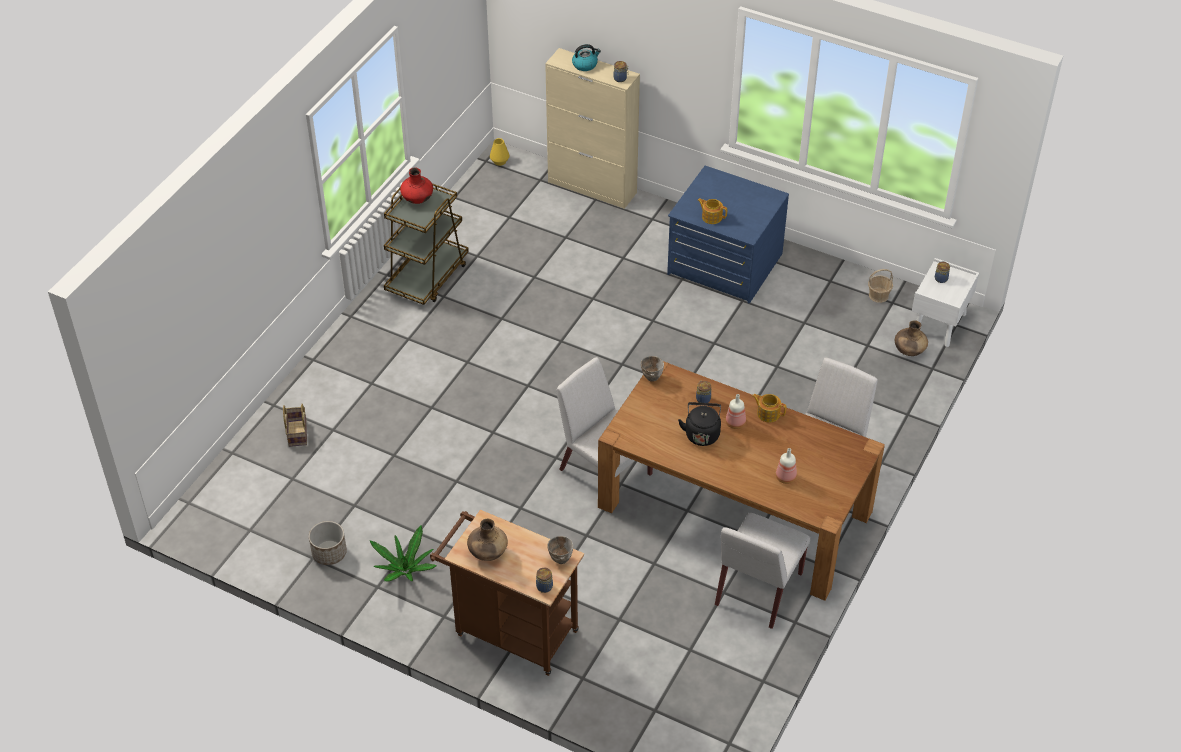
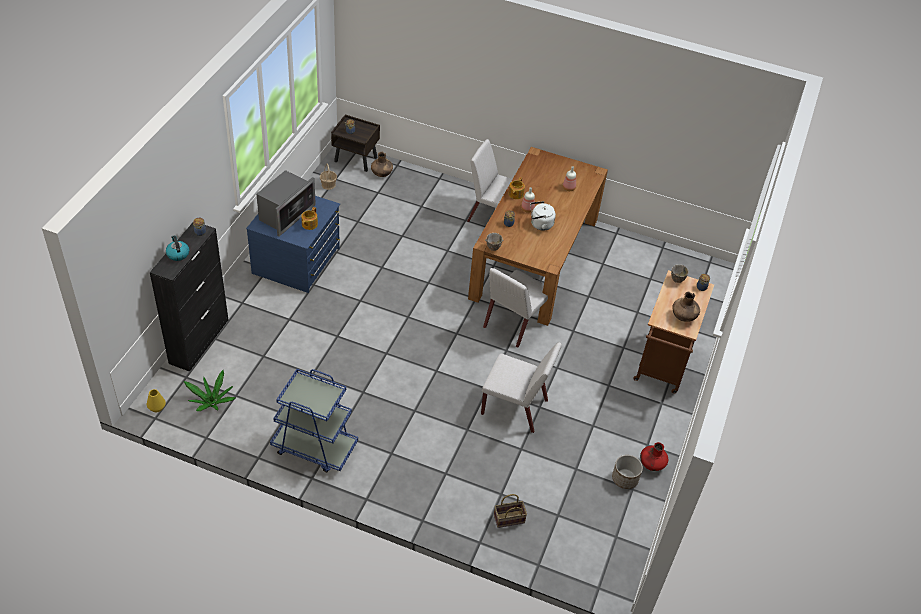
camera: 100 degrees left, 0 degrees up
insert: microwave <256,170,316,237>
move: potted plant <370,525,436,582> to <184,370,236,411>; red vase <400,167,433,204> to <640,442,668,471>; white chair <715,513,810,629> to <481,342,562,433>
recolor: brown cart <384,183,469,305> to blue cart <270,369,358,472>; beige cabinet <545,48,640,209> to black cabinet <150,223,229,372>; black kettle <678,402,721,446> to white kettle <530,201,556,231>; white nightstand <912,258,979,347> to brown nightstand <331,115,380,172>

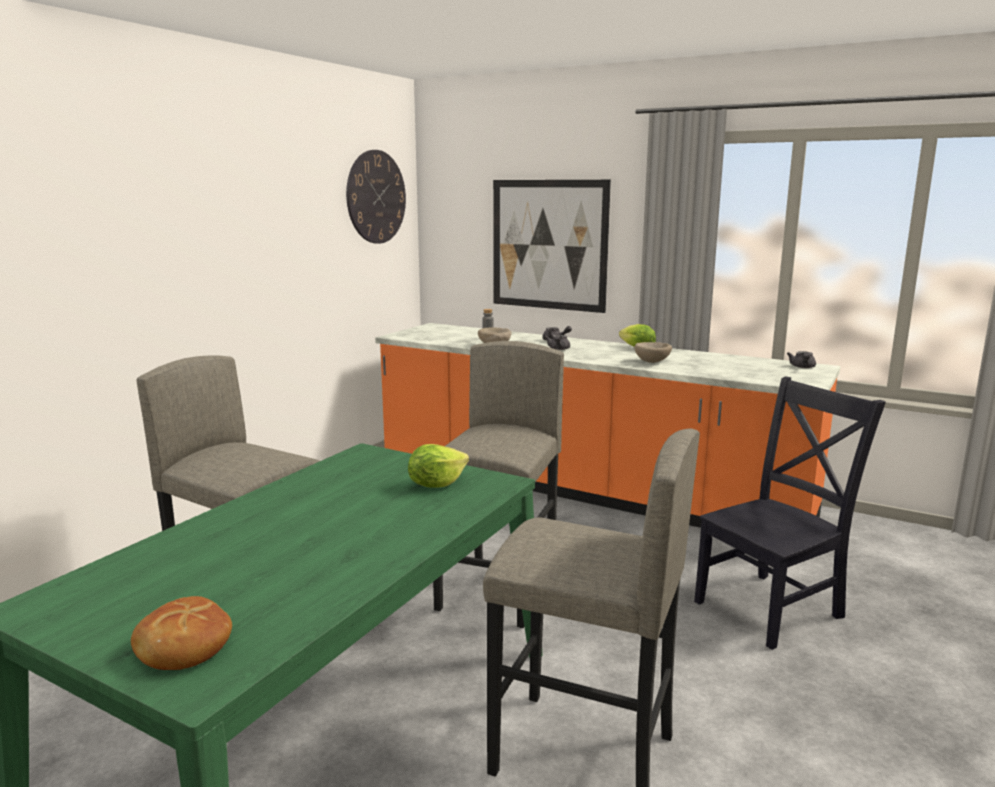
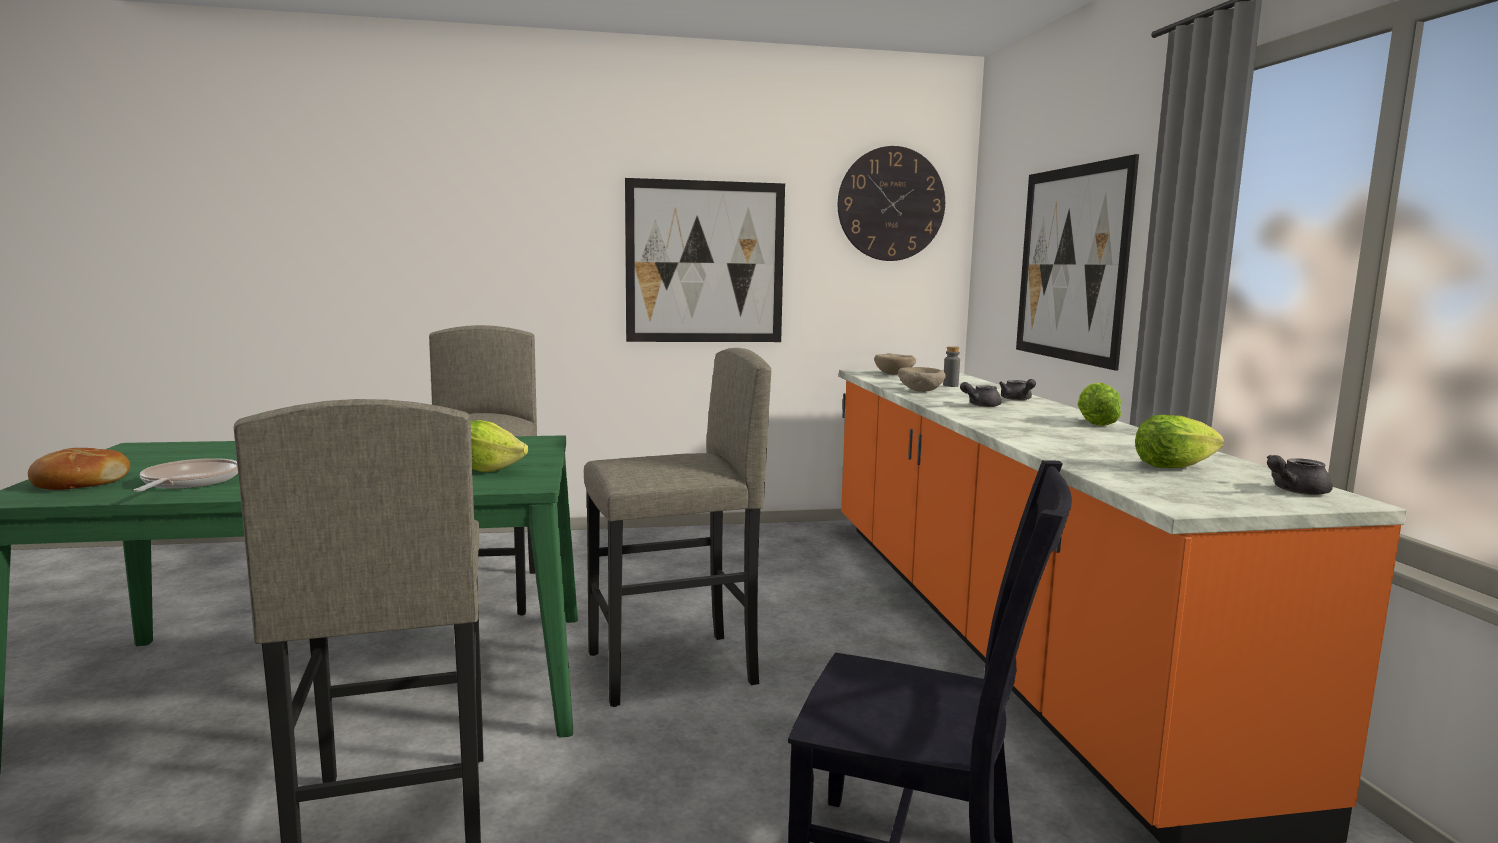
camera: 50 degrees right, 5 degrees down
insert: frying pan <134,458,238,492>; picture <625,178,785,342>; lettuce <1135,415,1224,468>
move: beige bowl <634,342,672,363> to <874,353,916,375>

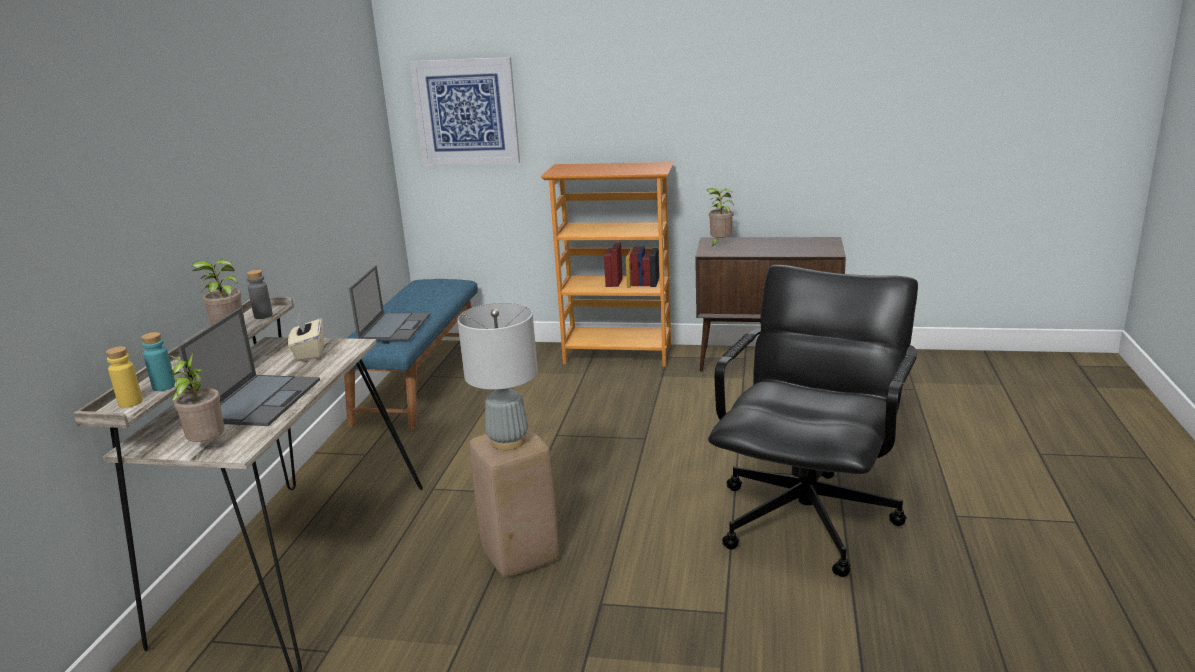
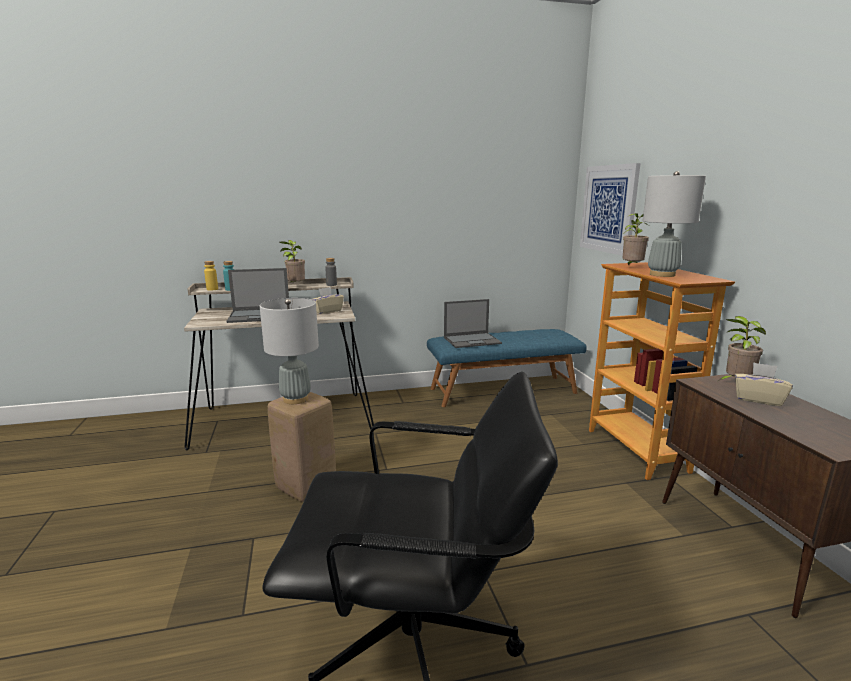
camera: 65 degrees right, 5 degrees down
insert: grey table lamp <643,171,706,277>; beige tissue box <735,362,793,406>
move: potted plant <171,351,225,442> to <622,213,649,265>

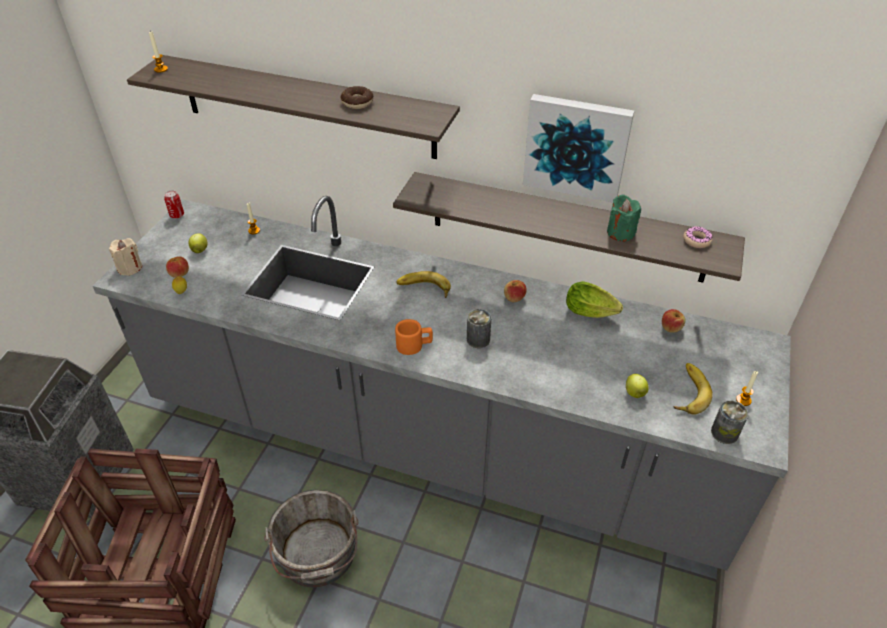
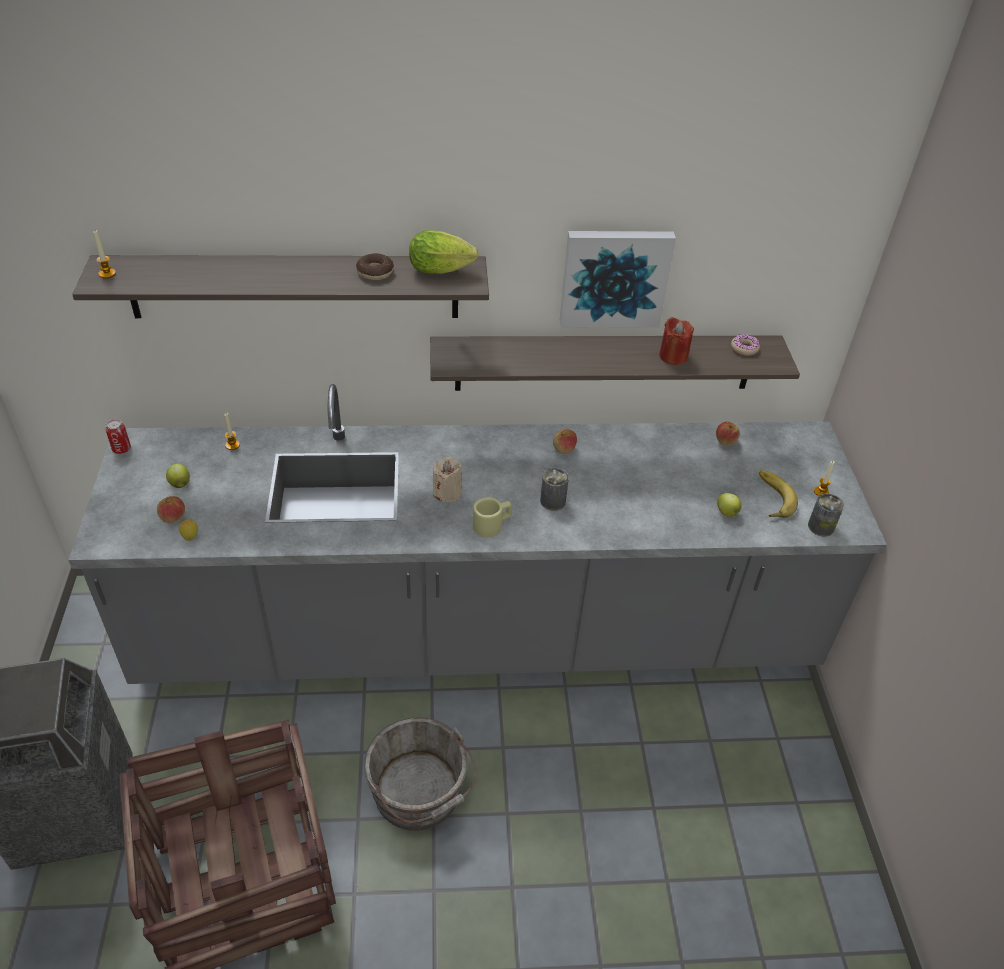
camera: 25 degrees left, 0 degrees up
delete: banana <396,271,451,298>
move: beige candle <109,238,142,276> to <433,457,462,502>; lettuce <566,281,623,318> to <409,230,479,274>
recolor: orange mug <395,319,433,355> to beige mug <473,497,512,537>; green candle <607,194,641,241> to red candle <659,317,694,365>

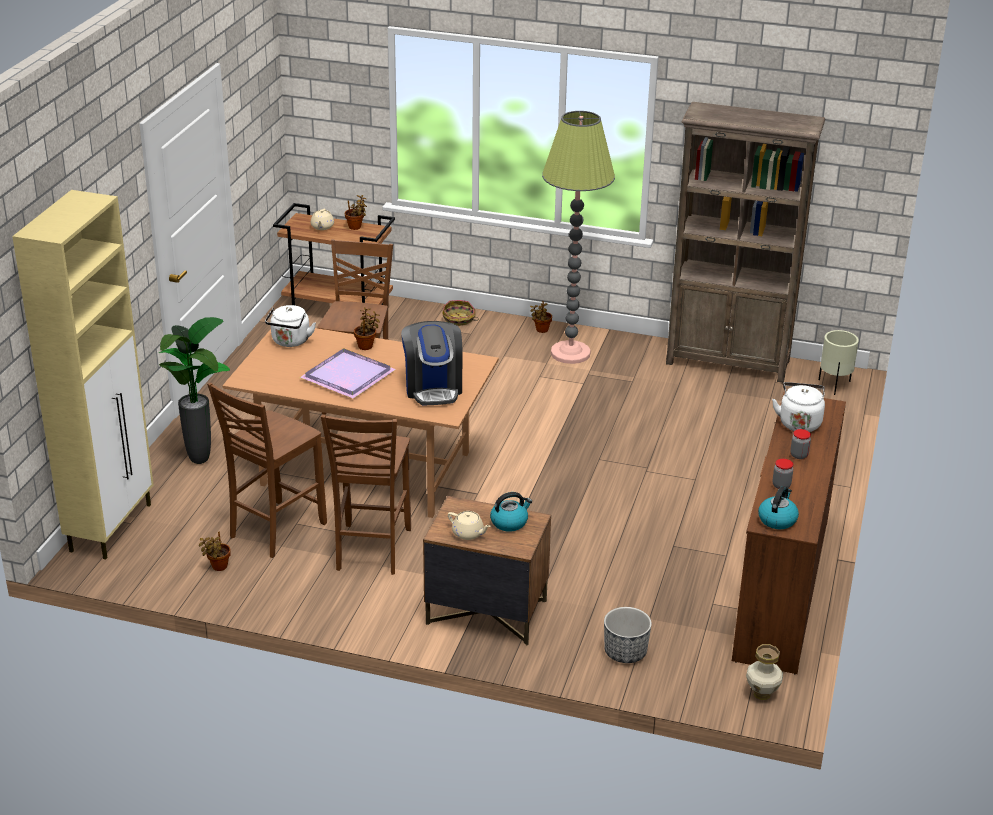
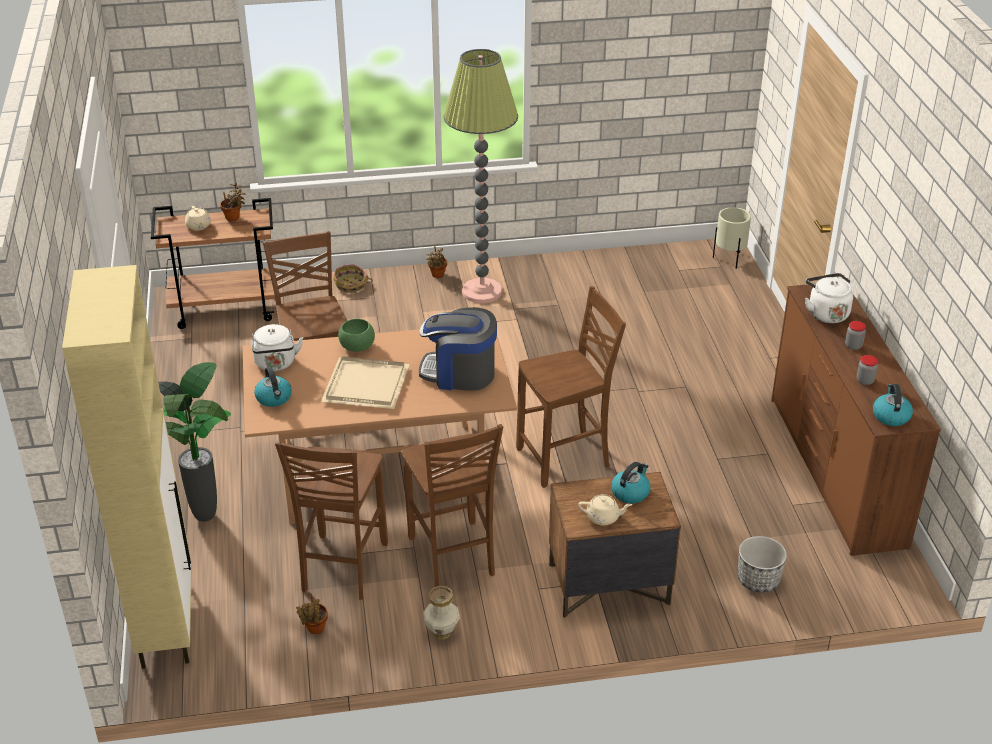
camera: 25 degrees left, 5 degrees up
delete: brown bookcase <666,102,825,383>
insert: kettle <254,367,292,407>; brown chair <516,286,626,488>
move: vase <746,644,783,700> to <423,586,460,640>
replace: potted plant <354,307,380,350> to green bowl <338,318,375,352>
recolor: purple tray <300,348,396,399> to beige tray <321,357,410,409>
rotate: coffee machine <401,321,462,406> = <419,307,497,391> 135 degrees clockwise

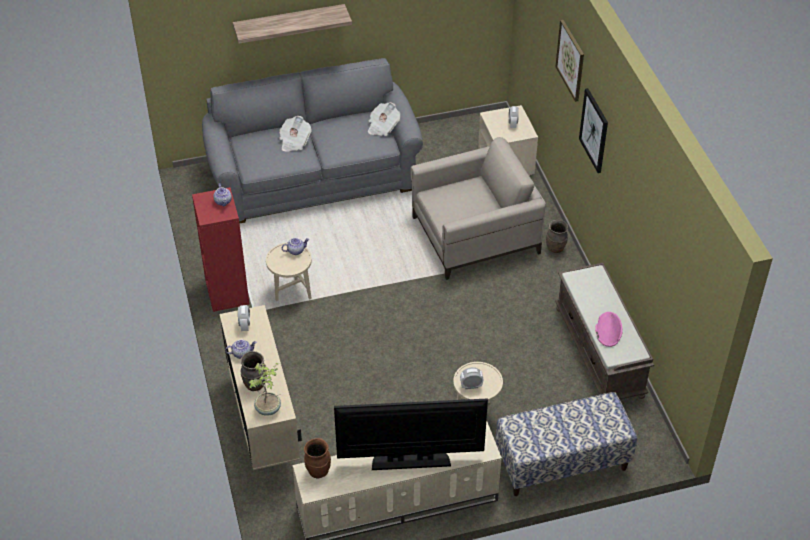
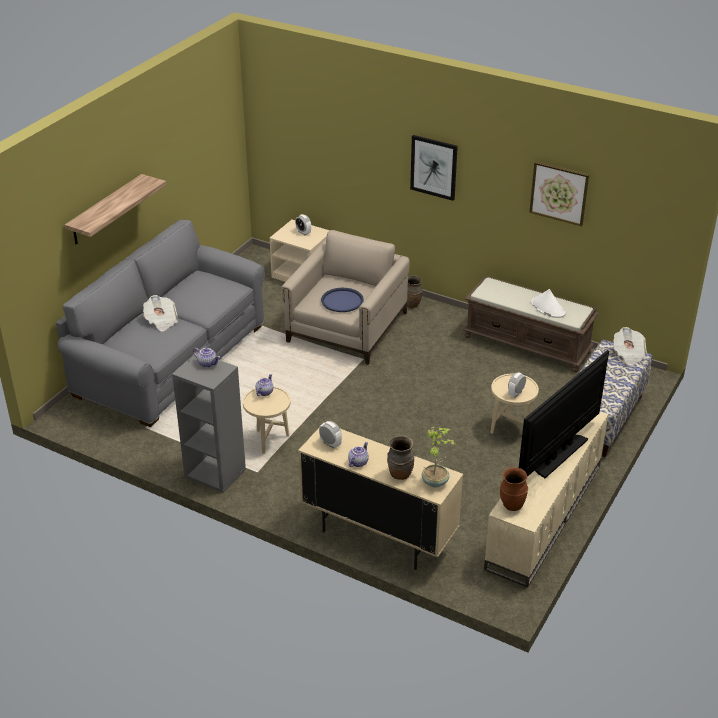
camera: 45 degrees left, 10 degrees down
insert: blue tray <321,288,364,312>
move: newspaper <368,102,400,136> to <613,327,647,366>; picture <555,20,584,102> to <529,162,589,226>
recolor: red bookcase <192,187,249,312> to grey bookcase <172,352,246,493>; pink hat <595,312,623,347> to white hat <531,289,565,318>

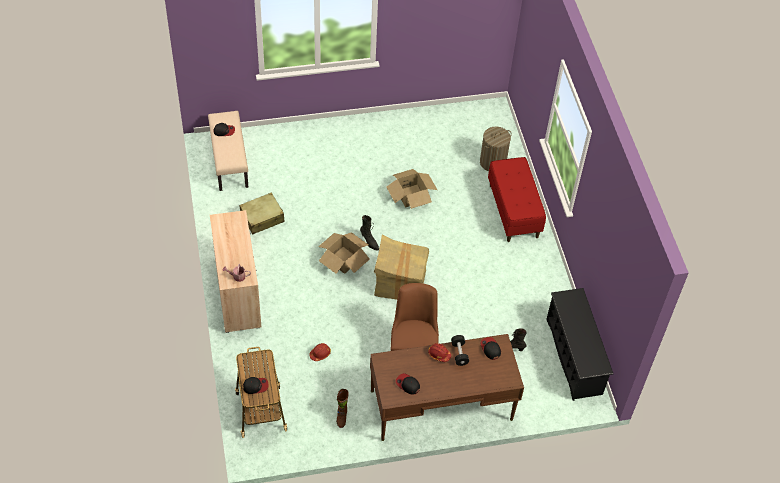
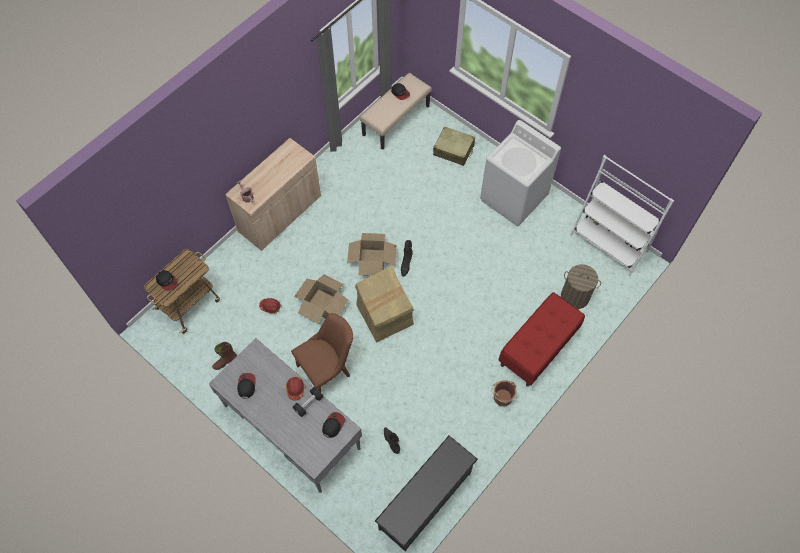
camera: 55 degrees right, 10 degrees up
insert: white washing machine <480,120,561,226>; brown bucket <491,380,517,407>; white bookcase <570,155,674,276>
move: beige suitcase <239,192,285,235> to <433,127,475,166>; cardboard box <386,169,437,209> to <294,274,348,324>
recolor: brown desk <370,334,524,441> to grey desk <209,338,362,493>

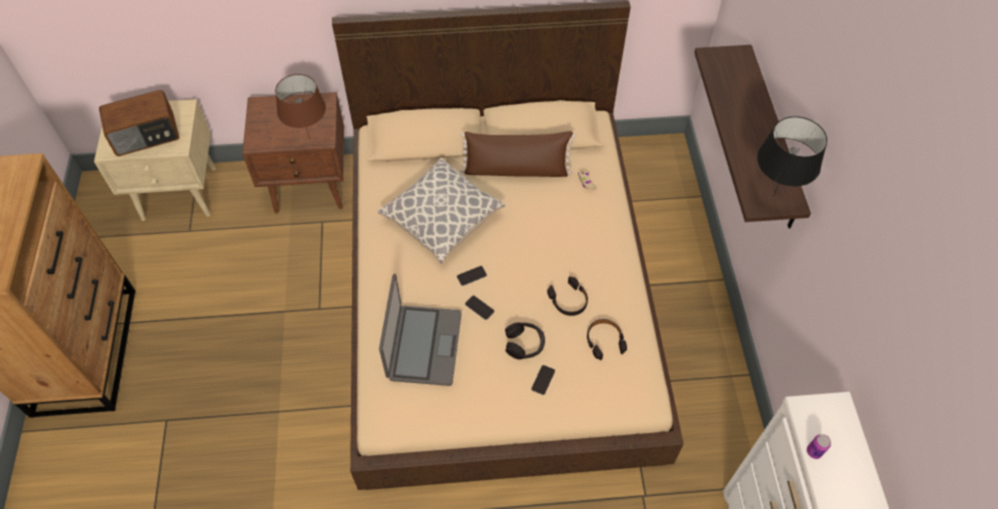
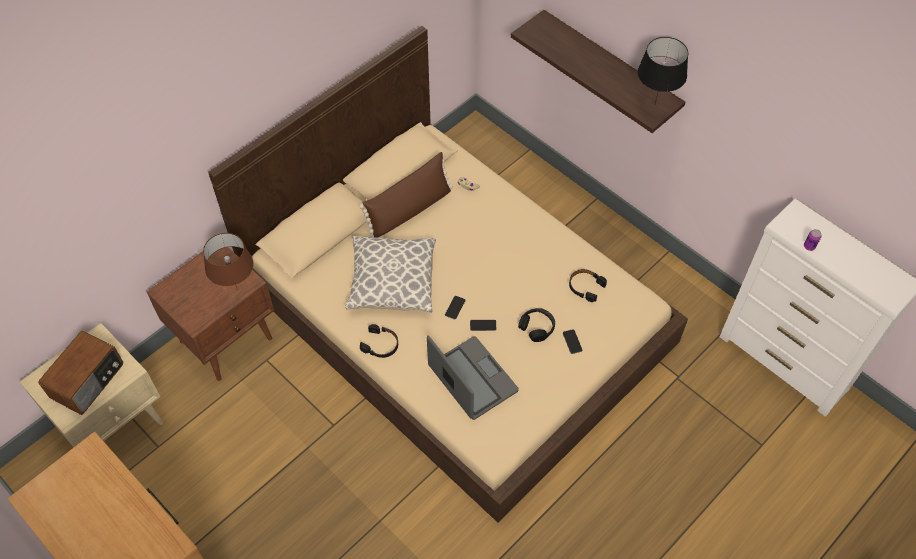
camera: 40 degrees left, 0 degrees up
move: black headphones <547,276,588,316> to <360,324,398,358>

